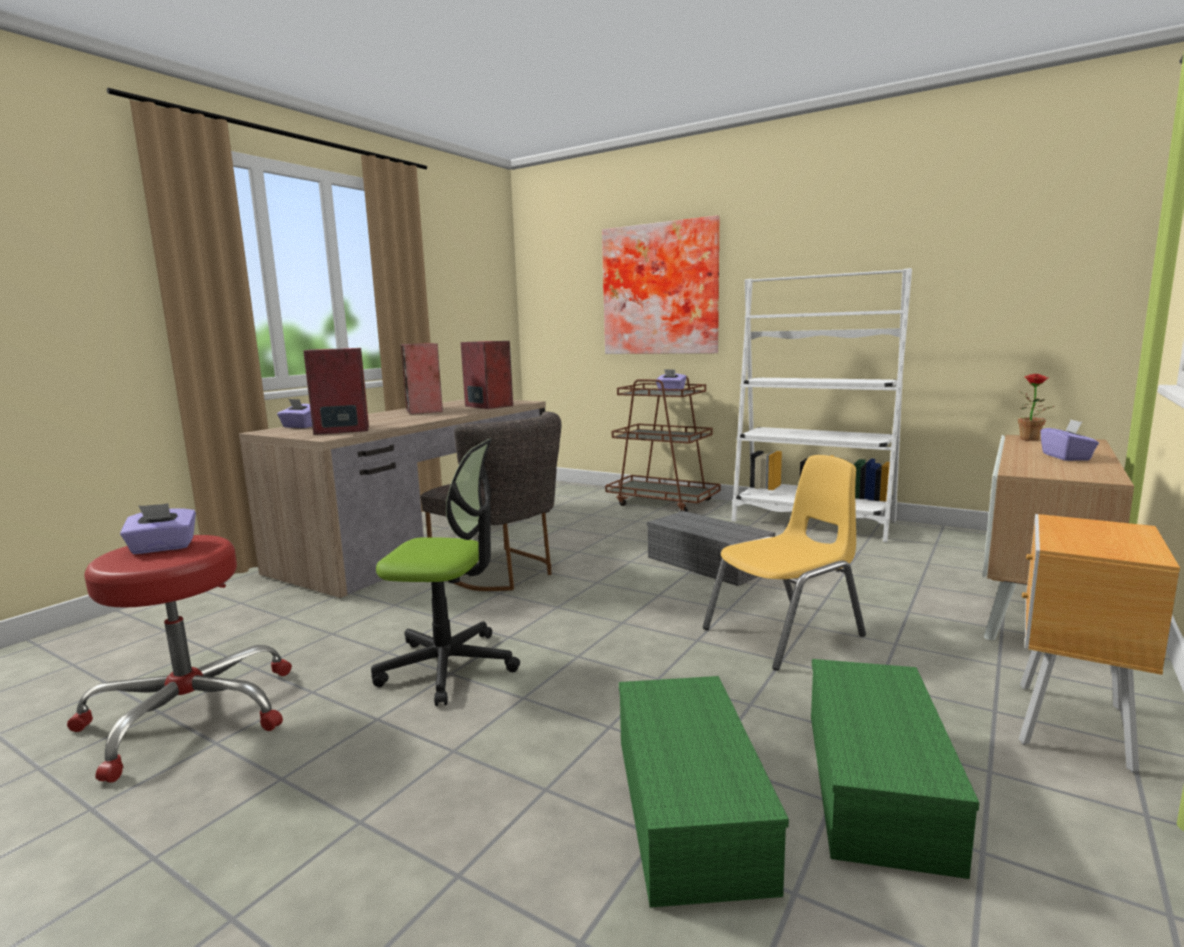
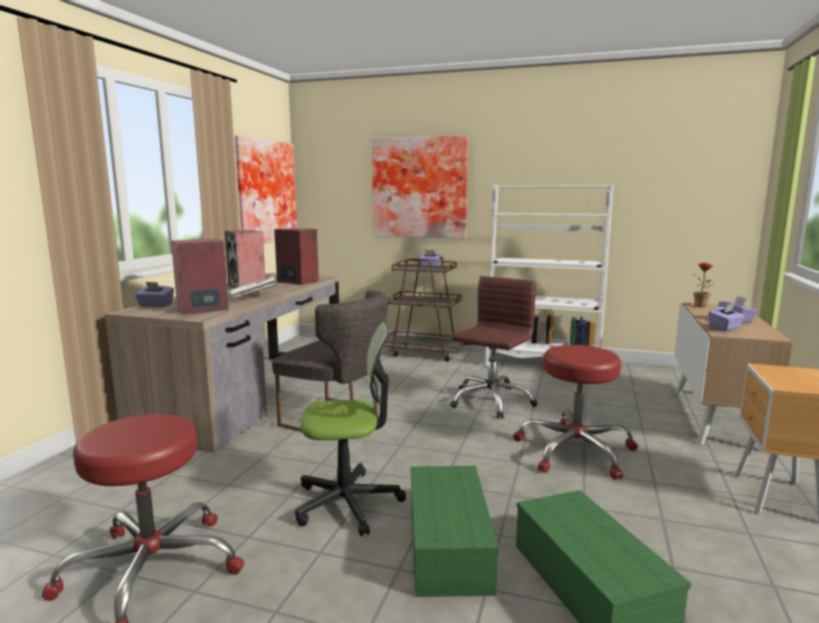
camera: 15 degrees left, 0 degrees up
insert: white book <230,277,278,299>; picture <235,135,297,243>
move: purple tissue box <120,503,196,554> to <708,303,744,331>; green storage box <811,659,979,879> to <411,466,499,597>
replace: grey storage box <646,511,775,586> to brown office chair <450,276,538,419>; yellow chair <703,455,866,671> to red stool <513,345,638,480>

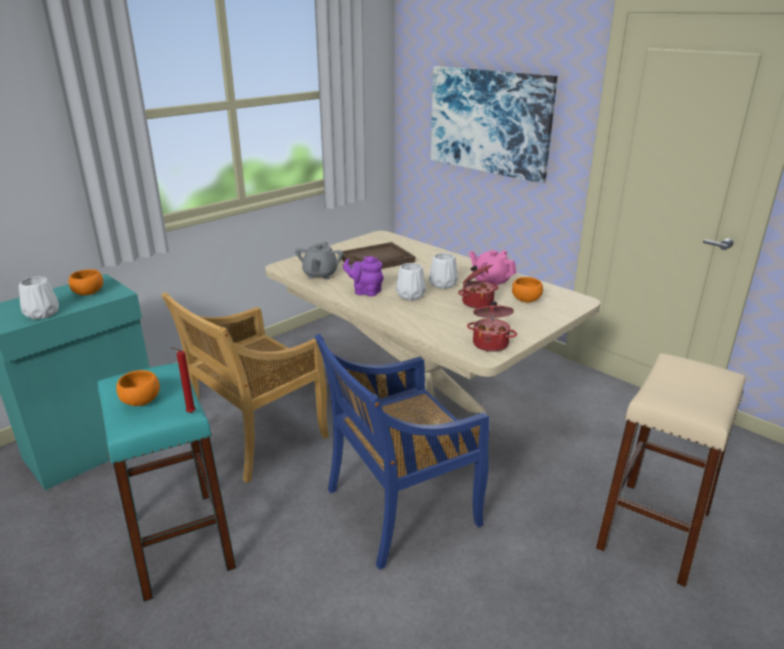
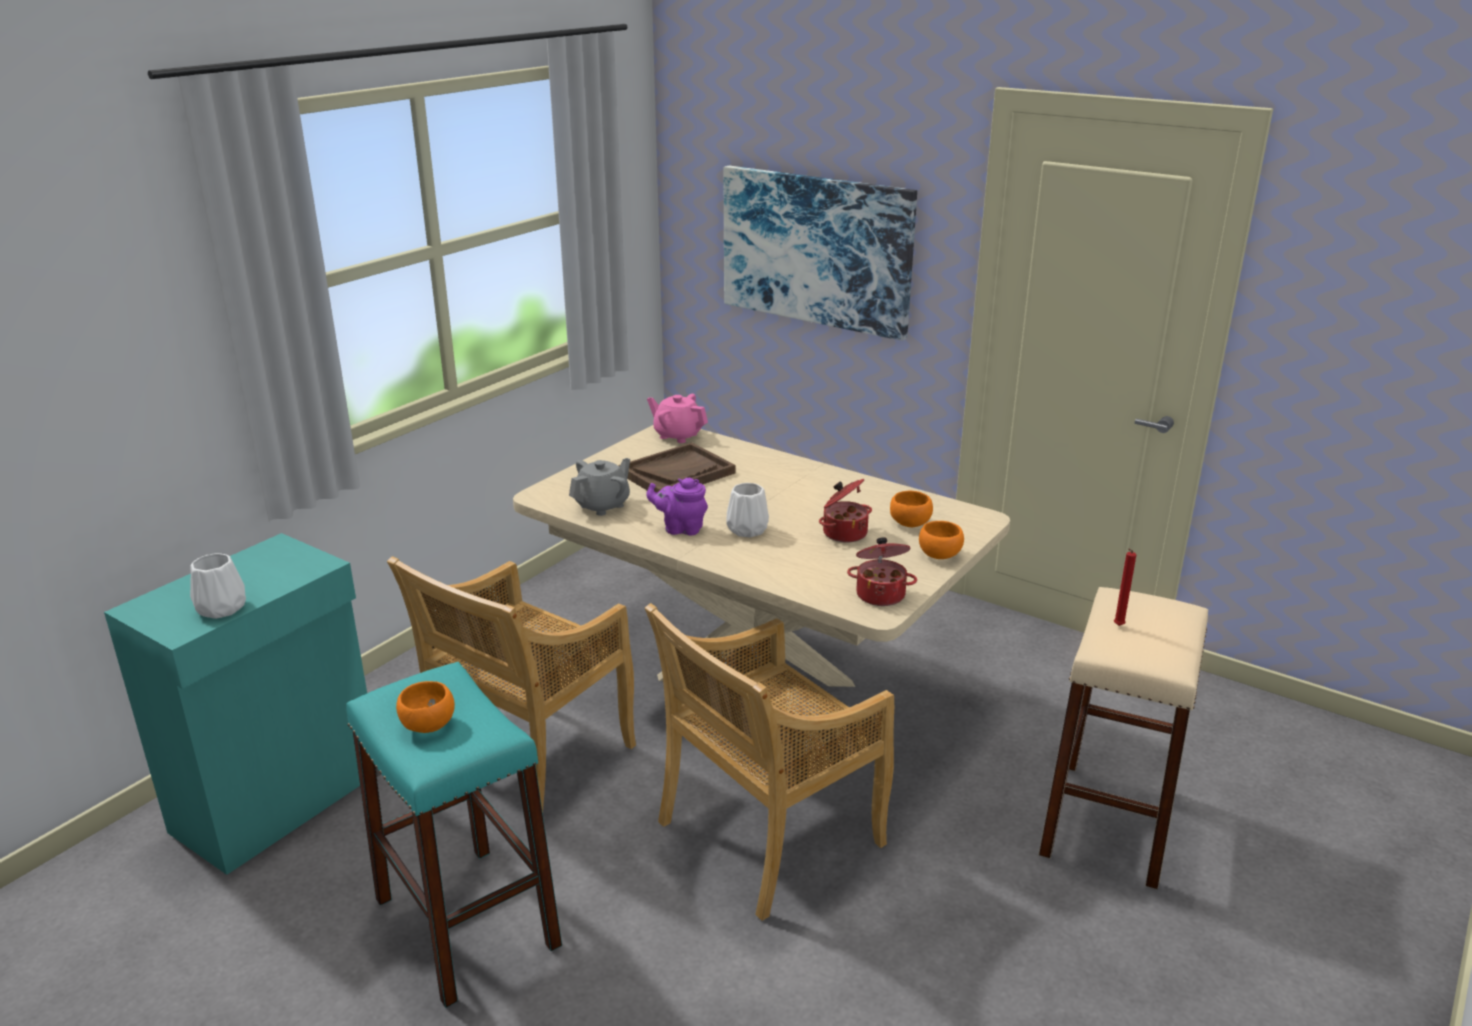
camera: 10 degrees left, 0 degrees up
delete: white vase <429,253,458,289>
move: orange bowl <69,269,103,295> to <919,521,964,559>; red candle <172,348,196,413> to <1114,549,1136,626>; pink teapot <469,250,516,288> to <647,394,708,443>
recolor: blue chair <315,334,489,570> to beige chair <645,603,894,921>
rotate: grey teapot <295,242,343,280> = <569,458,630,516> 135 degrees counterclockwise

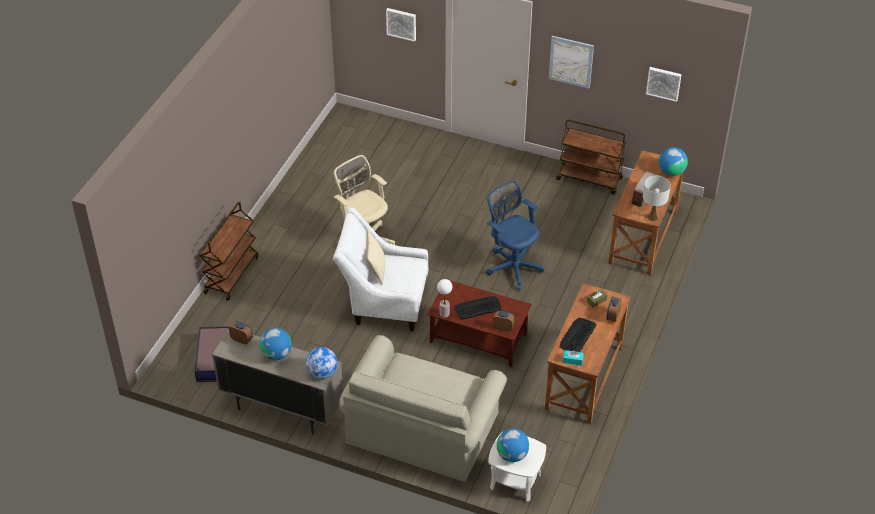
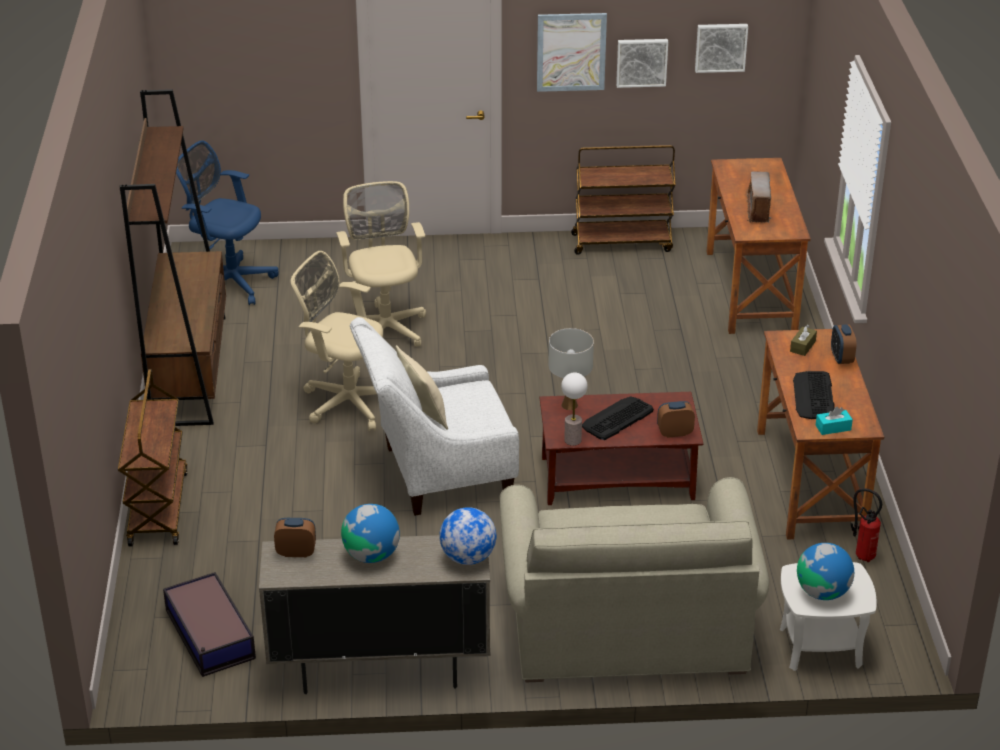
camera: 25 degrees left, 10 degrees down
delete: globe <659,147,688,176>
insert: brown bookcase <120,89,226,426>; beige office chair <336,181,426,346>; fire extinguisher <851,488,882,562>
move: picture <386,8,416,42> to <616,39,668,88>; blue office chair <486,180,545,291> to <176,140,278,305>; white table lamp <643,176,671,221> to <548,328,594,410>

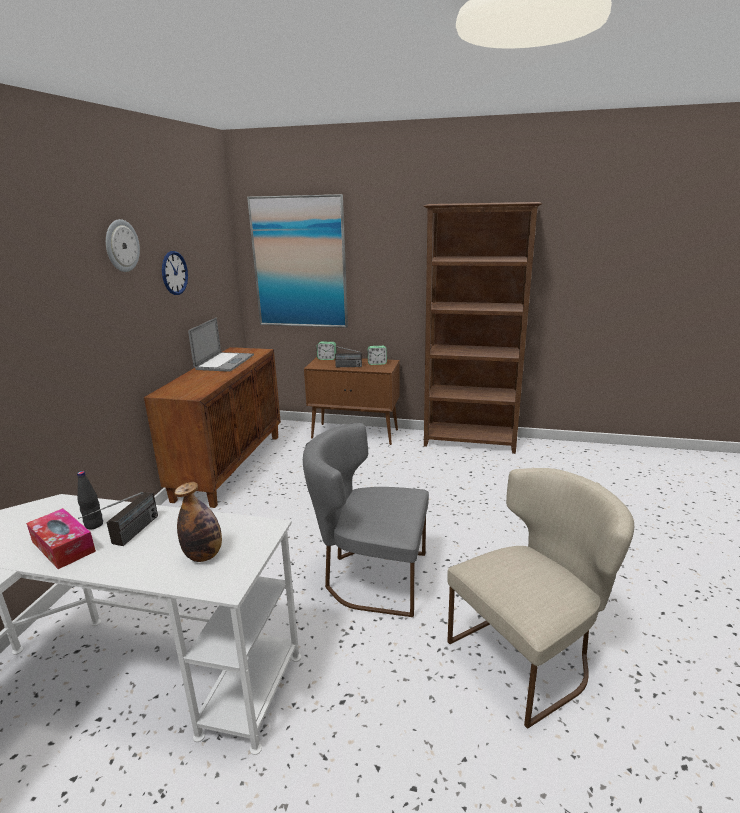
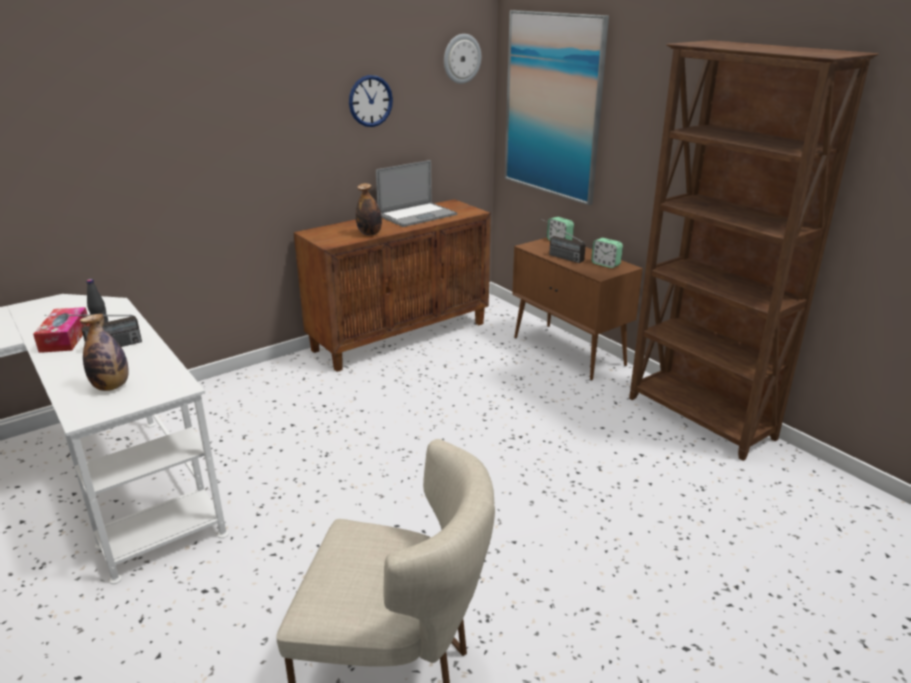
camera: 40 degrees right, 5 degrees up
delete: grey chair <303,423,429,617>
insert: bottle <356,183,382,235>
move: wall clock <106,219,140,272> to <444,34,481,84>

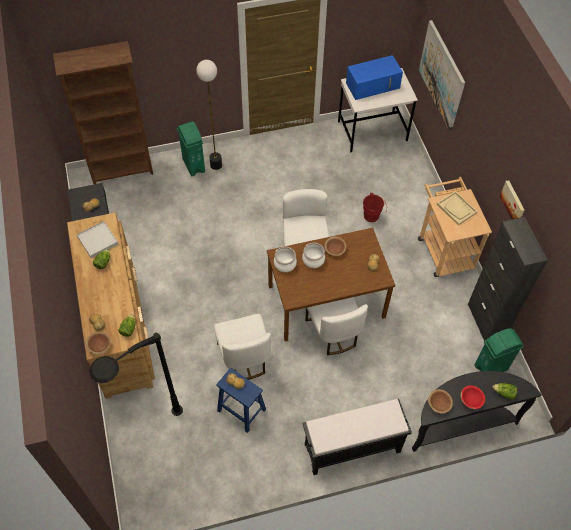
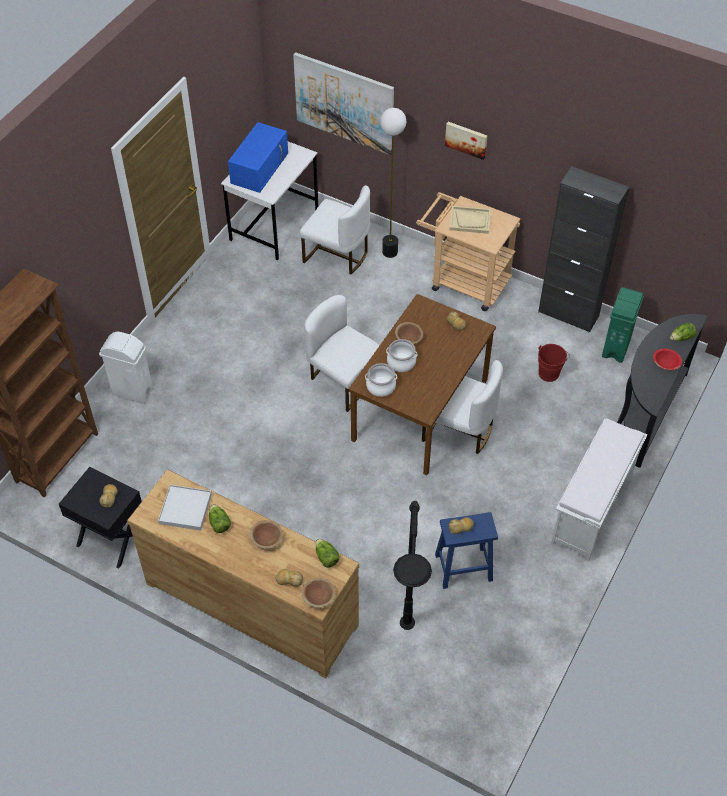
camera: 45 degrees left, 5 degrees down
move: floor lamp <196,60,222,170> to <380,108,406,258>; white chair <214,314,271,380> to <299,185,370,274>; red bucket <363,193,387,222> to <538,344,570,382>; brown bowl <428,389,453,413> to <250,520,283,549>; picture <500,180,524,219> to <445,122,487,160>
recolor: green trash can <177,121,205,177> to white trash can <99,332,153,404>; black bench <302,399,412,475> to white bench <551,419,647,562>

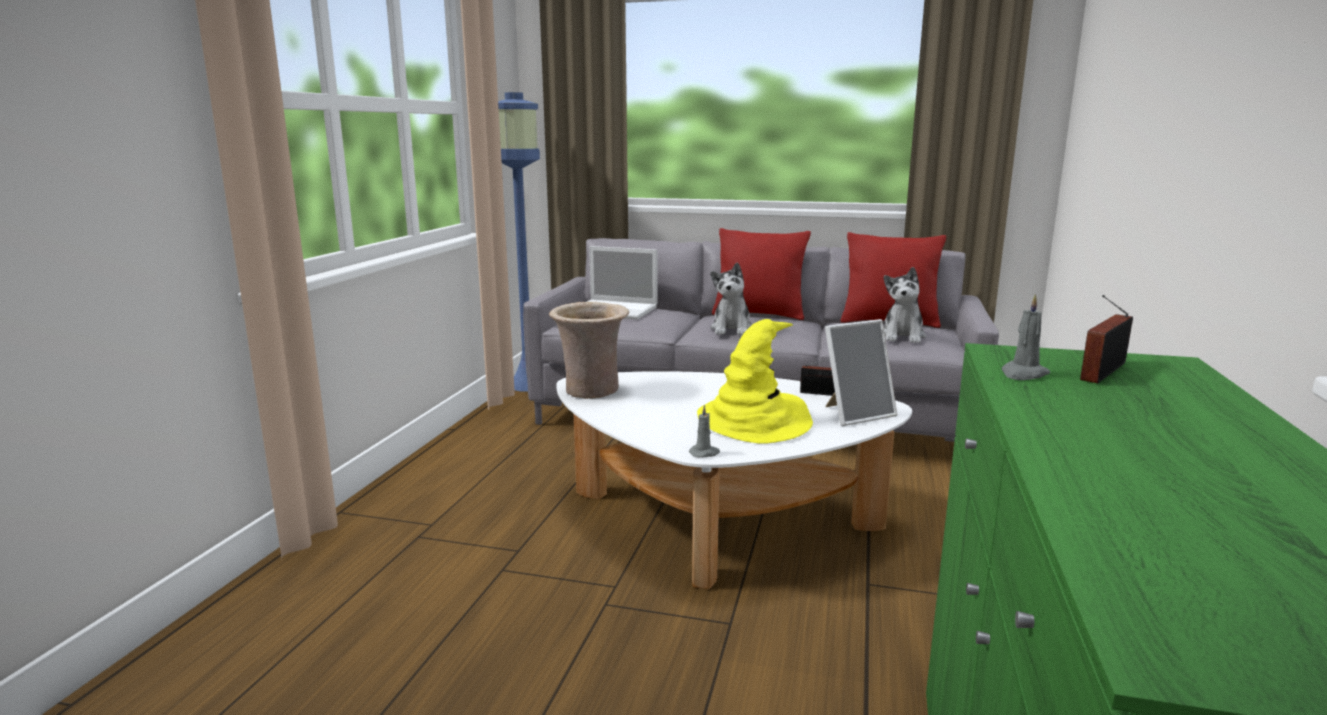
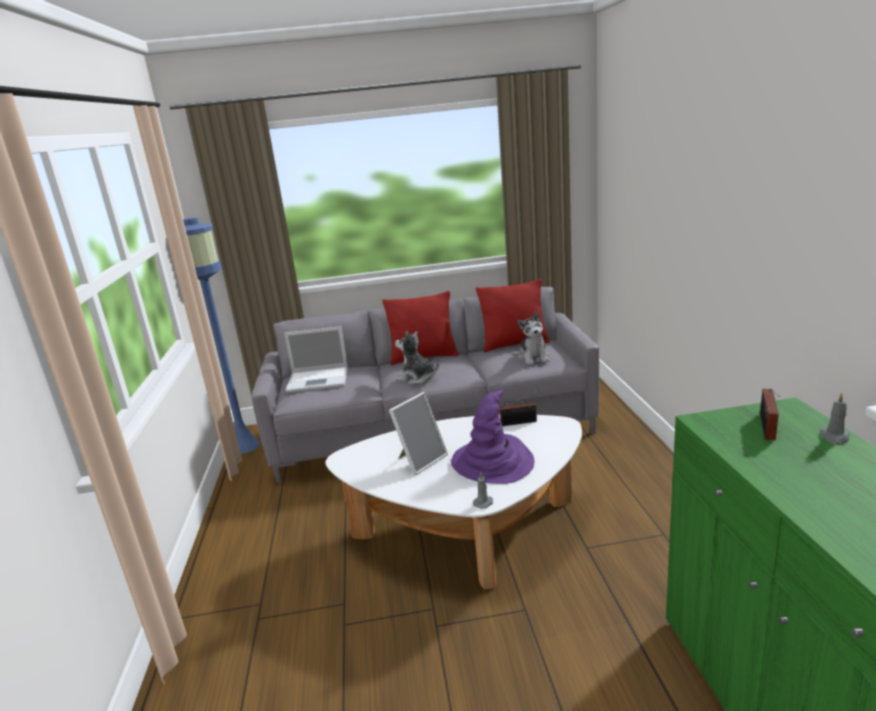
camera: 20 degrees left, 5 degrees up
delete: beige vase <549,302,629,399>
move: picture frame <825,319,897,426> to <389,392,448,475>; grey candle <1002,294,1050,380> to <820,392,849,445>
recolor: yellow hat <697,319,813,444> to purple hat <451,390,535,484>
rotate: plush toy <710,262,752,335> = <395,331,439,384> 135 degrees clockwise

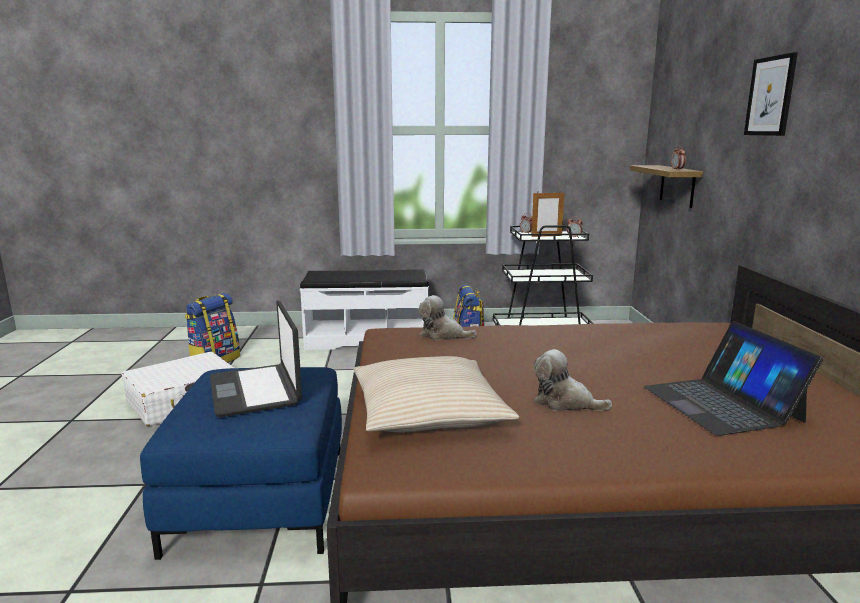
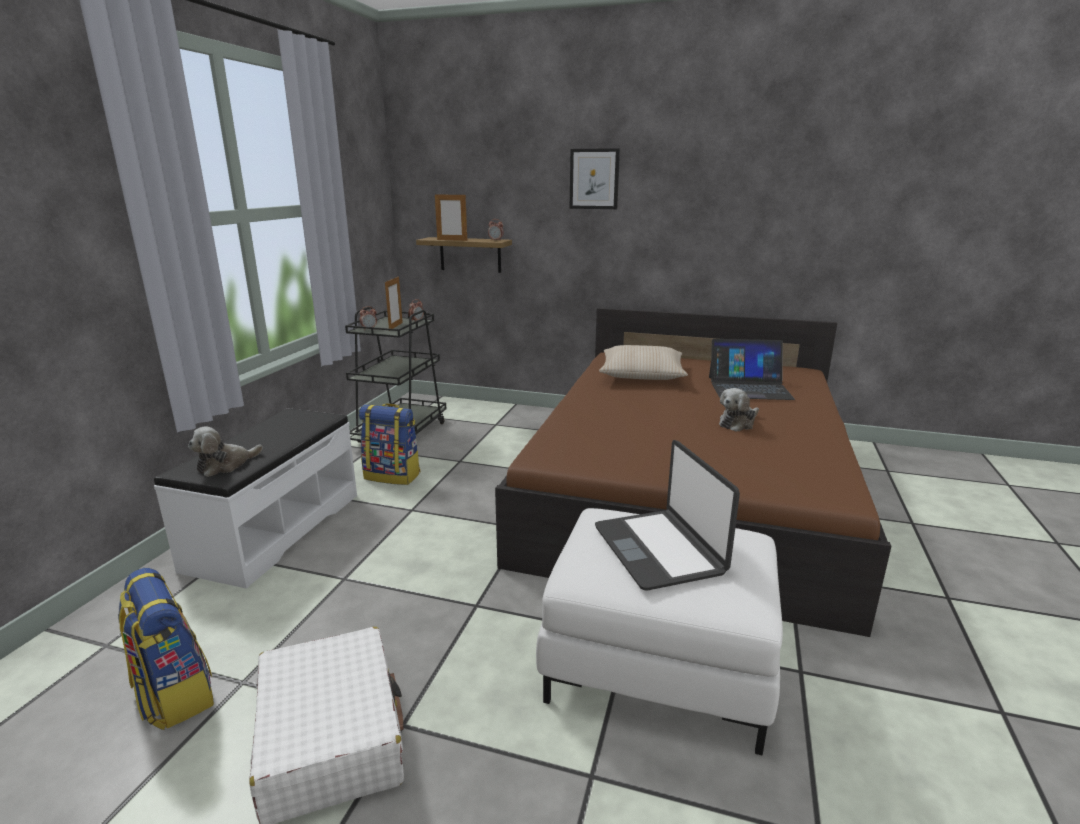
camera: 70 degrees left, 5 degrees up
insert: picture frame <435,193,467,241>
move: beige pillow <354,356,519,432> to <599,345,688,380>; plush toy <419,295,477,340> to <188,427,263,477>
recolor: blue ottoman <140,367,342,560> to white ottoman <536,508,783,755>
rotate: laptop <210,300,302,417> = <595,440,740,591> 75 degrees clockwise

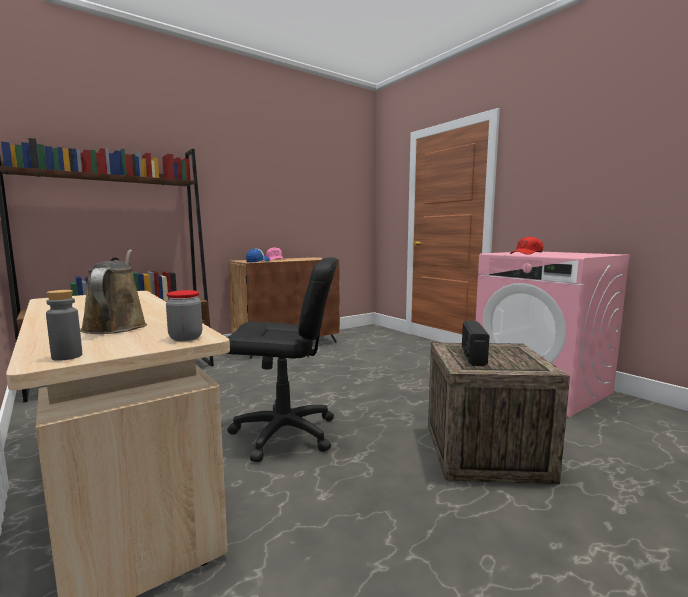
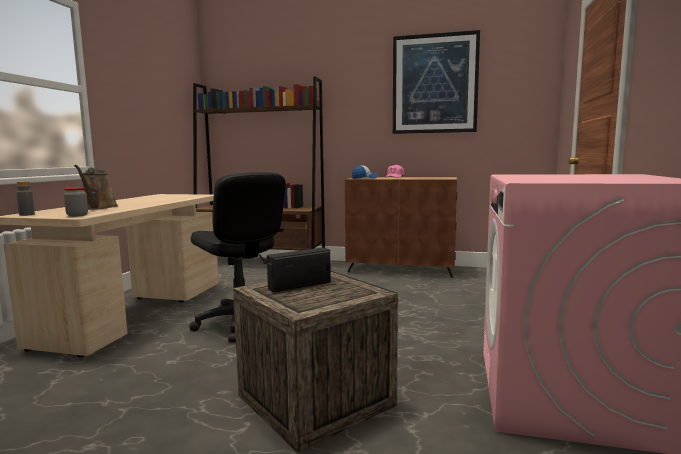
camera: 50 degrees right, 0 degrees up
delete: red cap <510,236,543,255>
insert: picture <393,30,480,134>
rotate: brown watering can <80,250,147,334> = <74,165,118,210> 135 degrees clockwise

